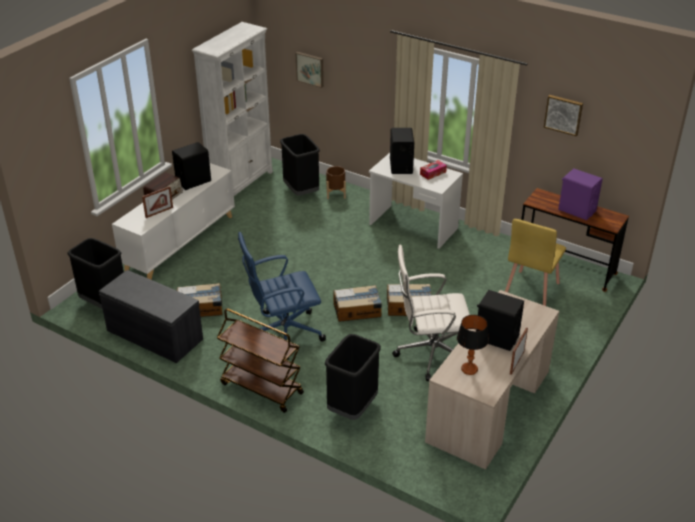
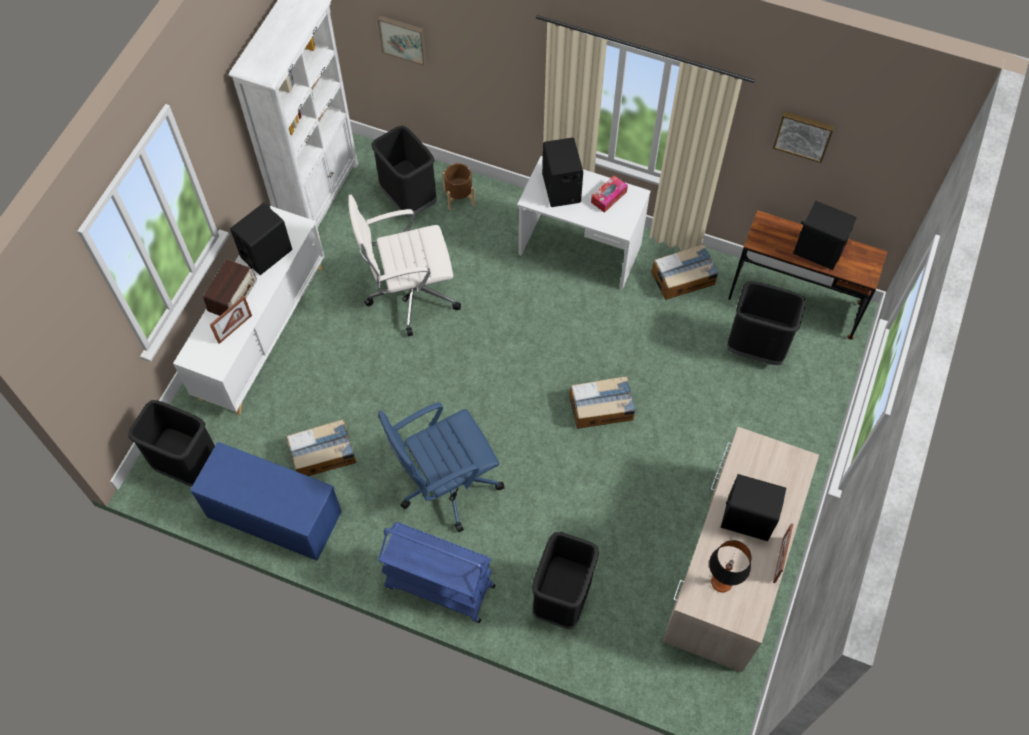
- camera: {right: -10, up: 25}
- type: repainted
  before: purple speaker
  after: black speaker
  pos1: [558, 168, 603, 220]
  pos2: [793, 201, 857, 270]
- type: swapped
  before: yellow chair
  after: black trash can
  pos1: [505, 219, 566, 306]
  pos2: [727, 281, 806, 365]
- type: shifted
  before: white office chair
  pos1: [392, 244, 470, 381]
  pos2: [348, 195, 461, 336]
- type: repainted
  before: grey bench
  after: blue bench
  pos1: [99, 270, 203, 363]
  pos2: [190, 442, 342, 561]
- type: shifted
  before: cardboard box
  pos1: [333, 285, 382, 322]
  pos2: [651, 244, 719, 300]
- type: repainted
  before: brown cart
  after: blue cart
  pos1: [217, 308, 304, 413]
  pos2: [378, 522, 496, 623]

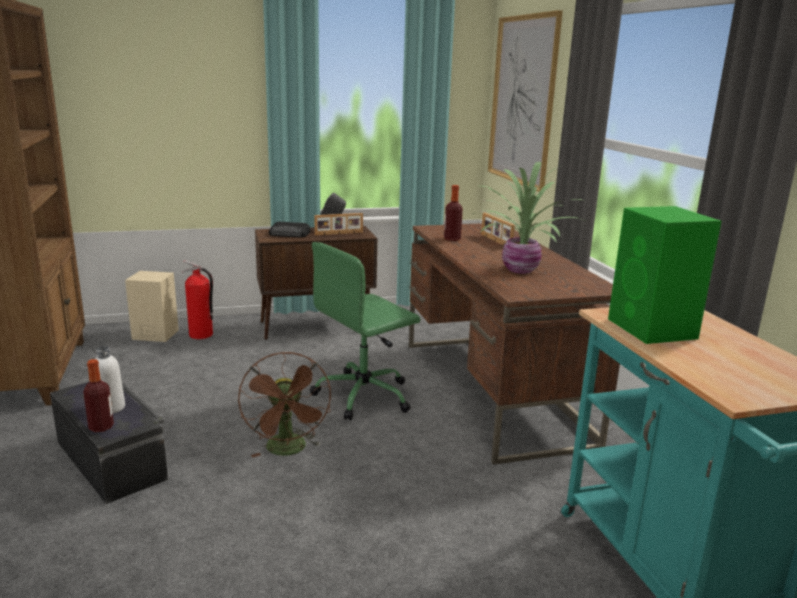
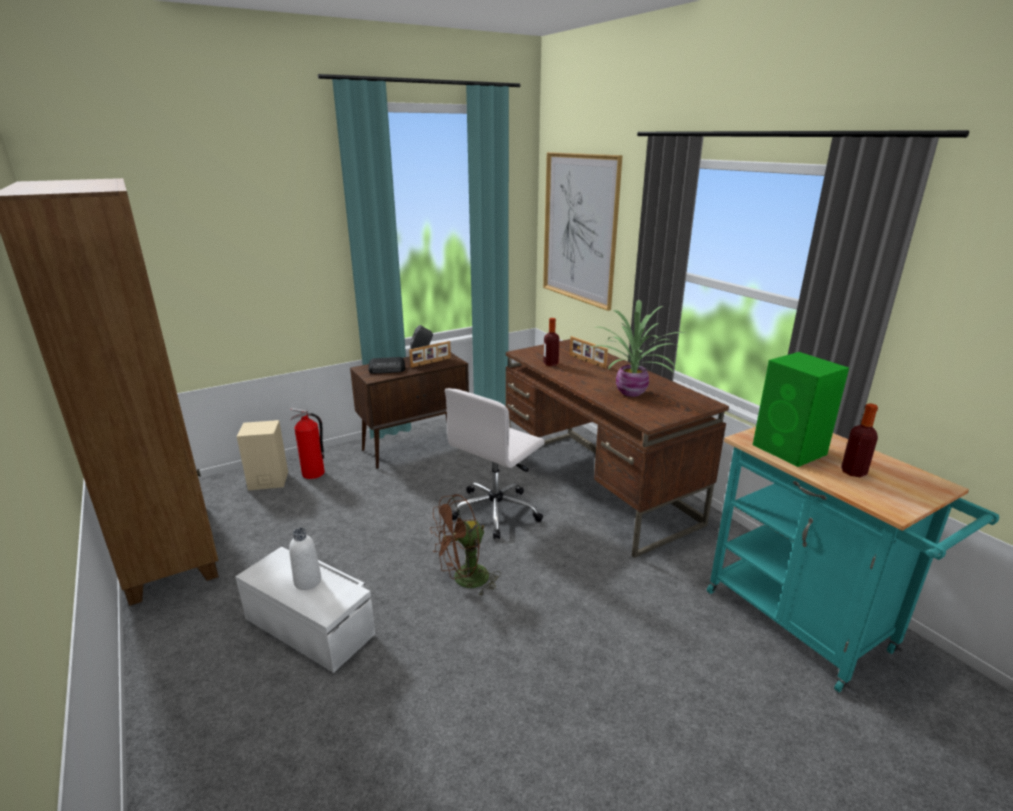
- camera: {right: -15, up: 5}
- type: repainted
  before: green office chair
  after: white office chair
  pos1: [310, 242, 420, 420]
  pos2: [445, 388, 545, 539]
- type: rotated
  before: brown fan
  pos1: [238, 352, 331, 457]
  pos2: [430, 494, 501, 597]
  turn: 90
- type: shifted
  before: bottle
  pos1: [83, 359, 114, 432]
  pos2: [841, 403, 878, 477]
- type: repainted
  before: black storage box
  after: white storage box
  pos1: [50, 382, 168, 504]
  pos2: [235, 547, 375, 673]

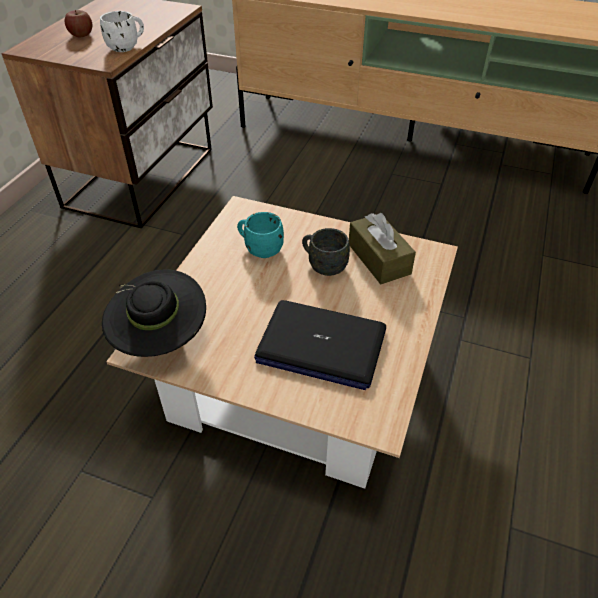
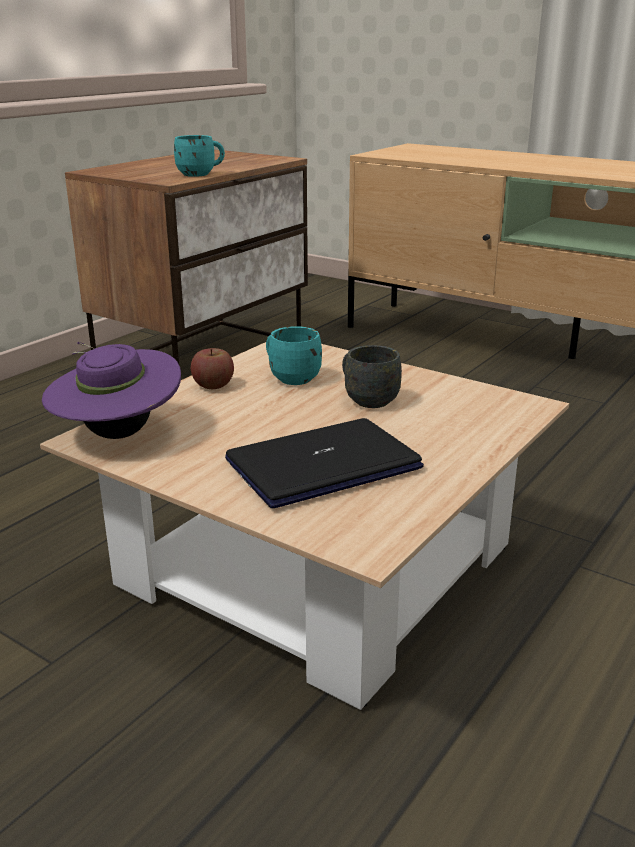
- camera: {right: 15, up: -20}
- type: shifted
  before: apple
  pos1: [64, 10, 92, 37]
  pos2: [191, 348, 234, 389]
- type: repainted
  before: white mug
  after: turquoise mug
  pos1: [100, 11, 144, 52]
  pos2: [174, 135, 225, 177]
- type: gone
  before: brown tissue box
  pos1: [349, 213, 416, 284]
- type: repainted
  before: black hat
  after: purple hat
  pos1: [102, 270, 206, 357]
  pos2: [42, 342, 181, 439]
- type: rotated
  before: laptop
  pos1: [254, 300, 386, 390]
  pos2: [225, 418, 424, 508]
  turn: 120

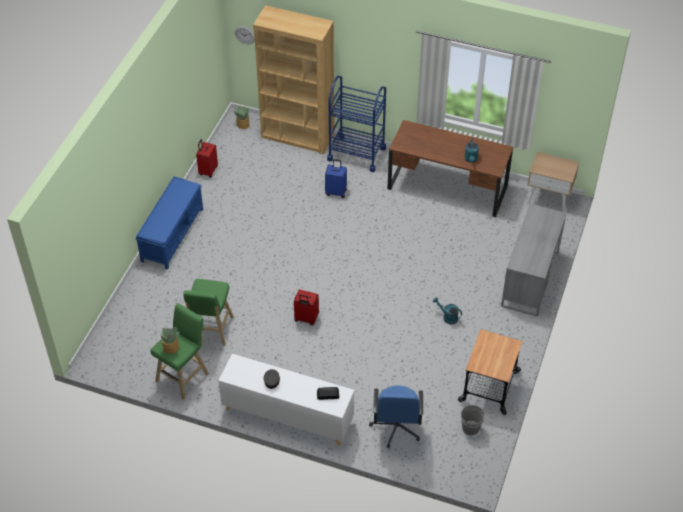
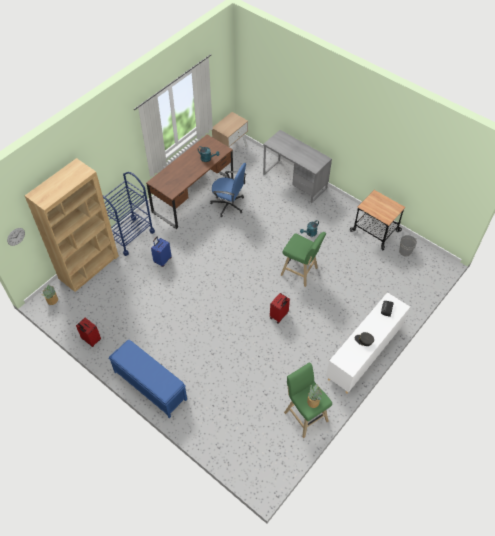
- camera: {right: -70, up: 5}
- type: shifted
  before: green stool
  pos1: [183, 279, 234, 346]
  pos2: [281, 232, 326, 287]
- type: shifted
  before: blue office chair
  pos1: [369, 385, 423, 448]
  pos2: [210, 163, 246, 217]

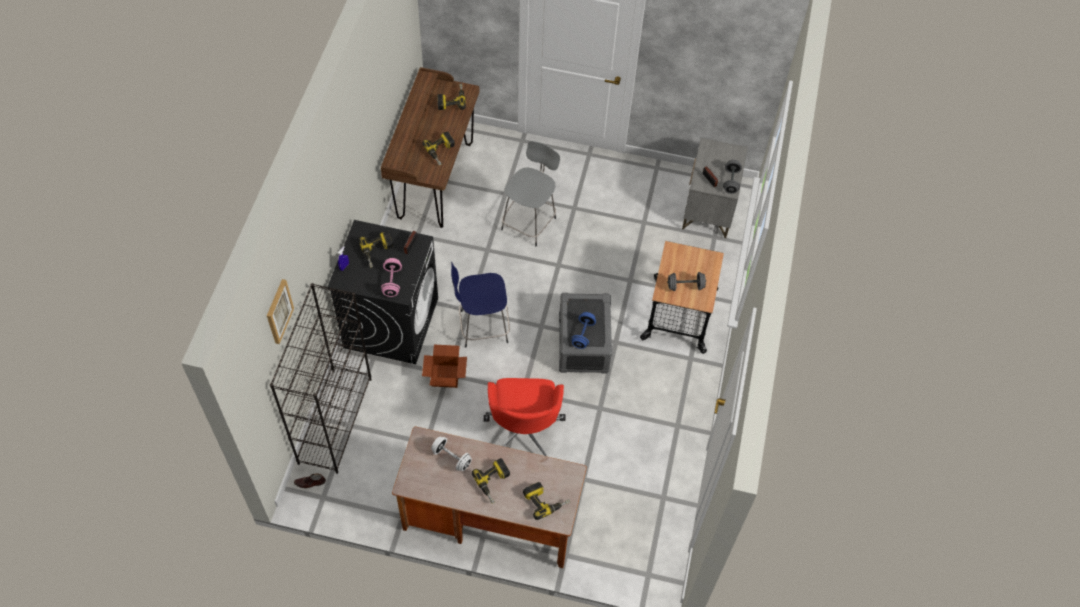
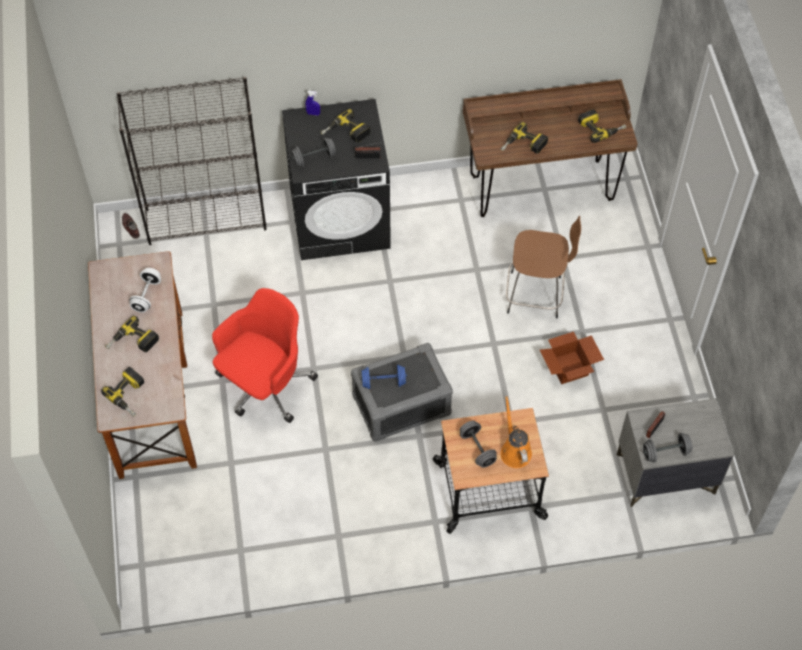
- camera: {right: 70, up: 0}
- type: repainted
  before: grey stool
  after: brown stool
  pos1: [501, 141, 560, 247]
  pos2: [506, 215, 581, 319]
- type: repainted
  before: pink dumbbell
  after: grey dumbbell
  pos1: [381, 258, 402, 297]
  pos2: [291, 138, 336, 167]
- type: gone
  before: blue stool
  pos1: [451, 262, 510, 347]
- type: gone
  before: picture
  pos1: [267, 279, 294, 344]
- type: shifted
  before: cardboard box
  pos1: [422, 345, 467, 388]
  pos2: [540, 332, 604, 384]
- type: rotated
  before: red office chair
  pos1: [484, 378, 565, 457]
  pos2: [212, 288, 318, 423]
  turn: 150
- type: new
  after: orange watering can
  pos2: [500, 396, 532, 468]

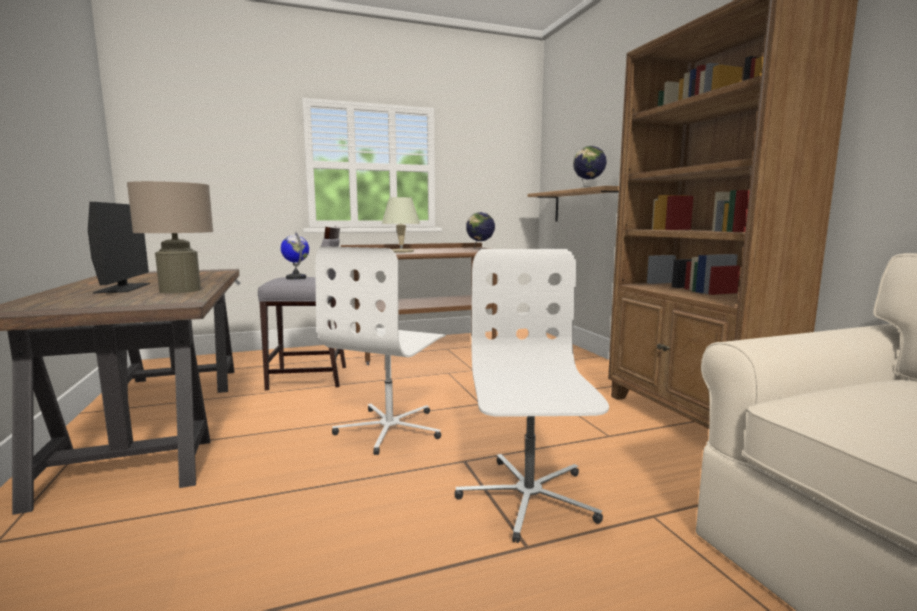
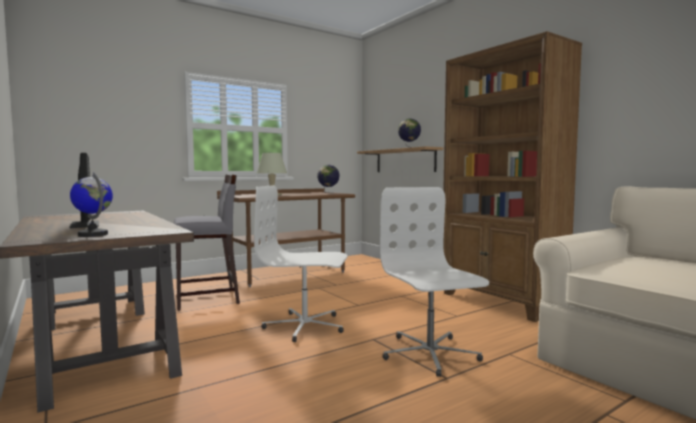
- camera: {right: -15, up: -5}
- type: gone
  before: beige table lamp
  pos1: [127, 181, 213, 294]
- type: shifted
  before: globe
  pos1: [281, 232, 309, 279]
  pos2: [70, 172, 113, 237]
- type: rotated
  before: white office chair
  pos1: [315, 246, 446, 455]
  pos2: [254, 185, 348, 342]
  turn: 90

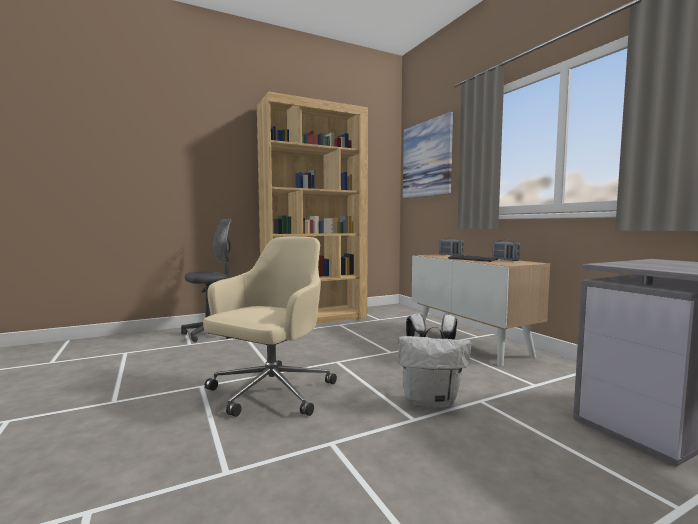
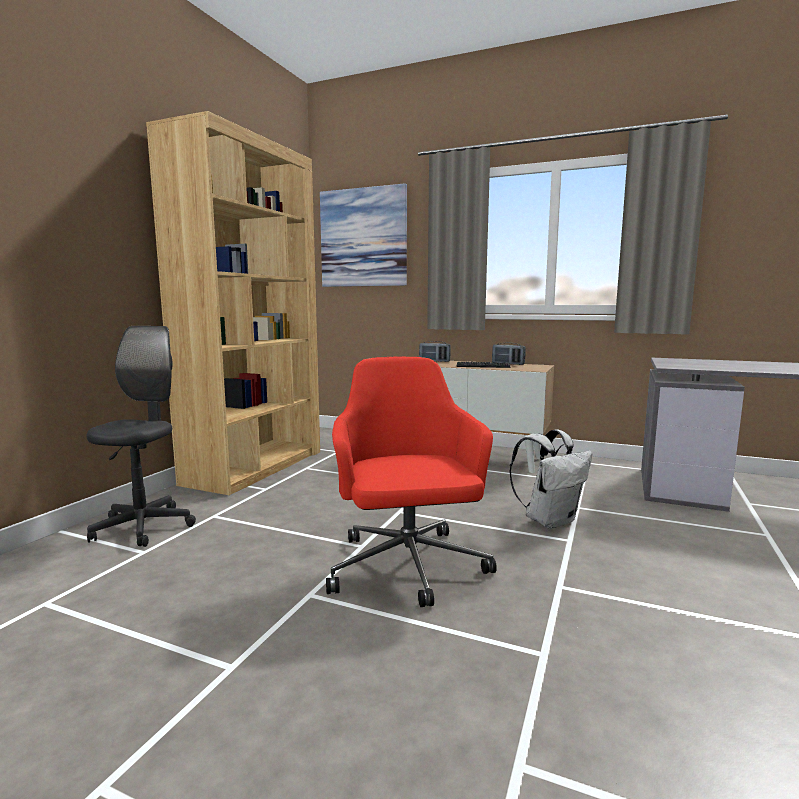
- camera: {right: -40, up: 5}
- type: repainted
  before: beige office chair
  after: red office chair
  pos1: [203, 237, 337, 417]
  pos2: [326, 356, 497, 607]

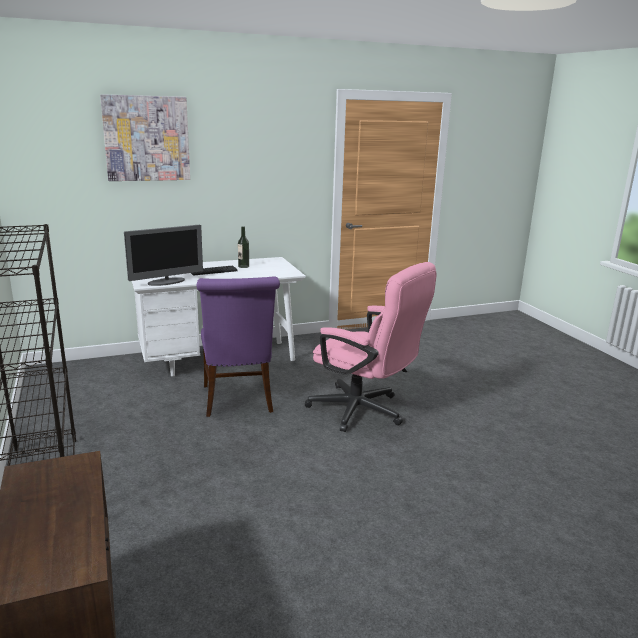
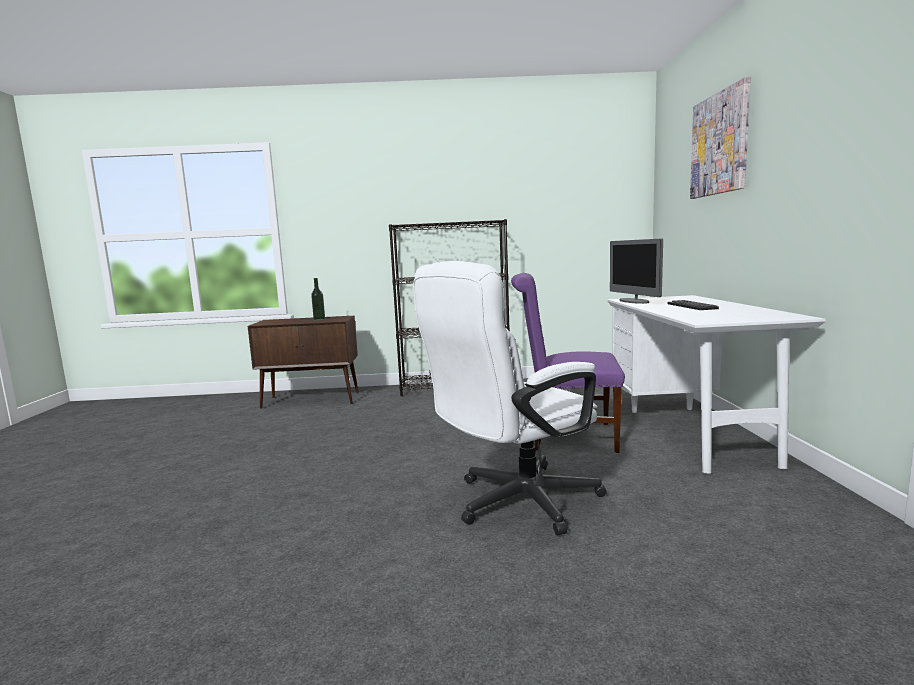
- camera: {right: 110, up: -10}
- type: shifted
  before: bottle
  pos1: [238, 226, 249, 268]
  pos2: [311, 278, 325, 321]
- type: repainted
  before: pink office chair
  after: white office chair
  pos1: [305, 262, 437, 432]
  pos2: [413, 261, 607, 536]

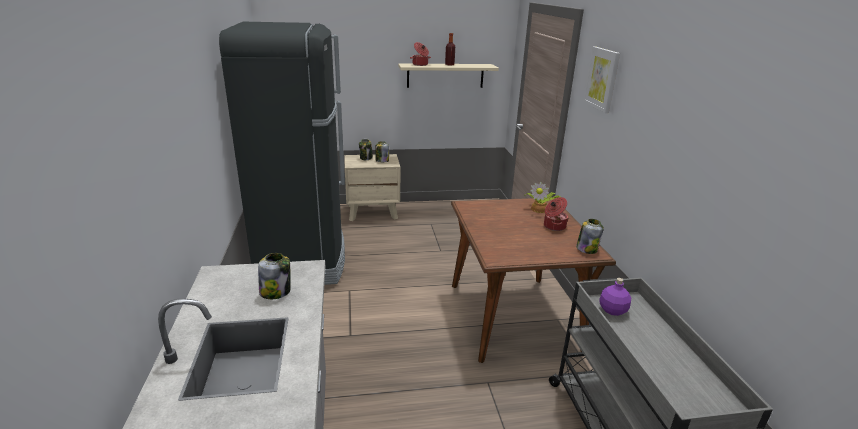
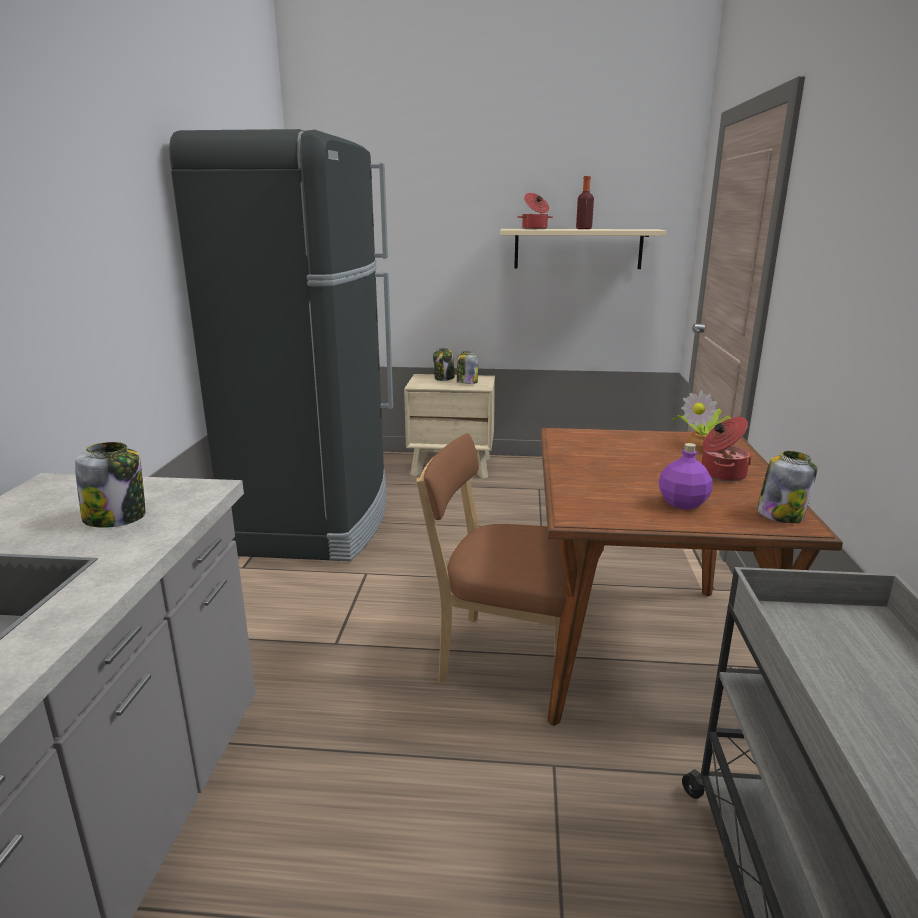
- camera: {right: 15, up: -5}
- type: gone
  before: picture
  pos1: [583, 47, 620, 113]
- type: shifted
  before: purple bottle
  pos1: [599, 278, 631, 316]
  pos2: [659, 443, 712, 510]
- type: new
  after: brown chair
  pos2: [416, 433, 583, 710]

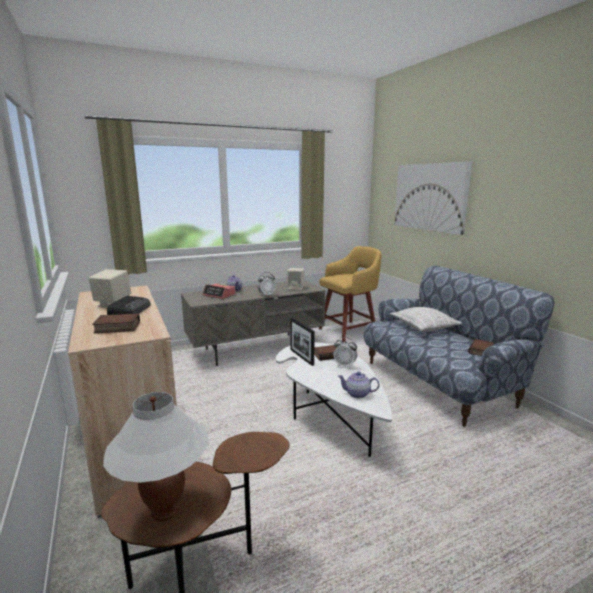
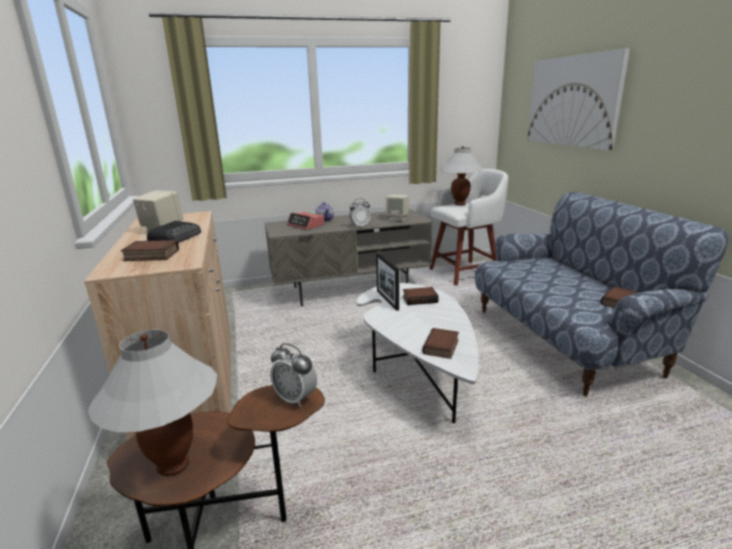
- camera: {right: 10, up: 5}
- type: repainted
  before: yellow stool
  after: white stool
  pos1: [319, 246, 382, 342]
  pos2: [429, 169, 508, 286]
- type: gone
  before: pillow
  pos1: [390, 307, 462, 332]
- type: shifted
  before: alarm clock
  pos1: [333, 337, 357, 368]
  pos2: [270, 343, 317, 407]
- type: swapped
  before: teapot
  after: book
  pos1: [338, 372, 380, 398]
  pos2: [422, 328, 459, 359]
- type: new
  after: white table lamp
  pos2: [440, 146, 483, 205]

